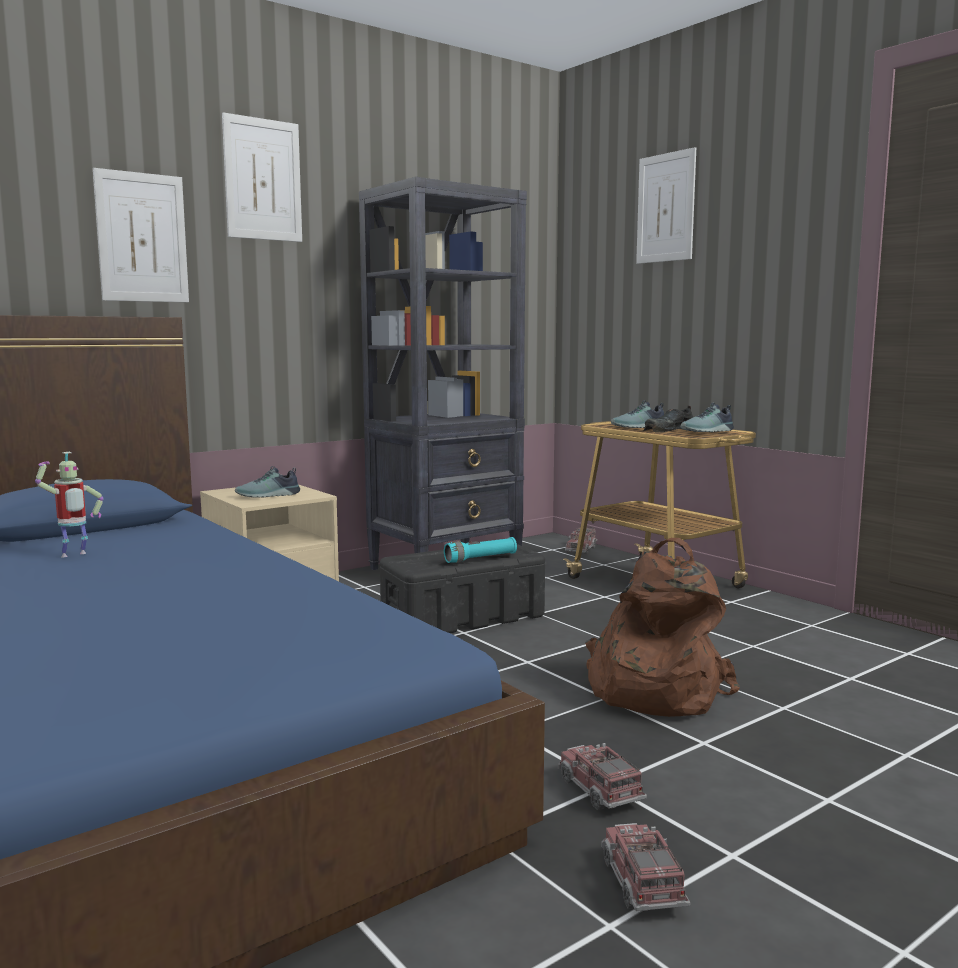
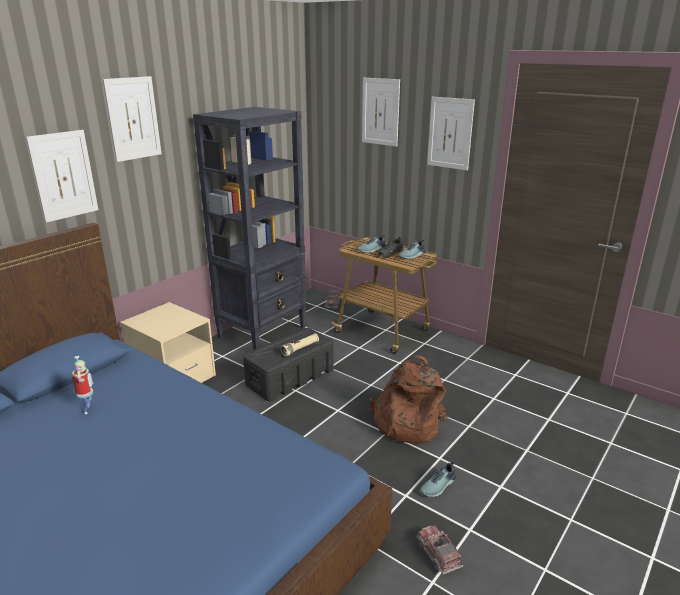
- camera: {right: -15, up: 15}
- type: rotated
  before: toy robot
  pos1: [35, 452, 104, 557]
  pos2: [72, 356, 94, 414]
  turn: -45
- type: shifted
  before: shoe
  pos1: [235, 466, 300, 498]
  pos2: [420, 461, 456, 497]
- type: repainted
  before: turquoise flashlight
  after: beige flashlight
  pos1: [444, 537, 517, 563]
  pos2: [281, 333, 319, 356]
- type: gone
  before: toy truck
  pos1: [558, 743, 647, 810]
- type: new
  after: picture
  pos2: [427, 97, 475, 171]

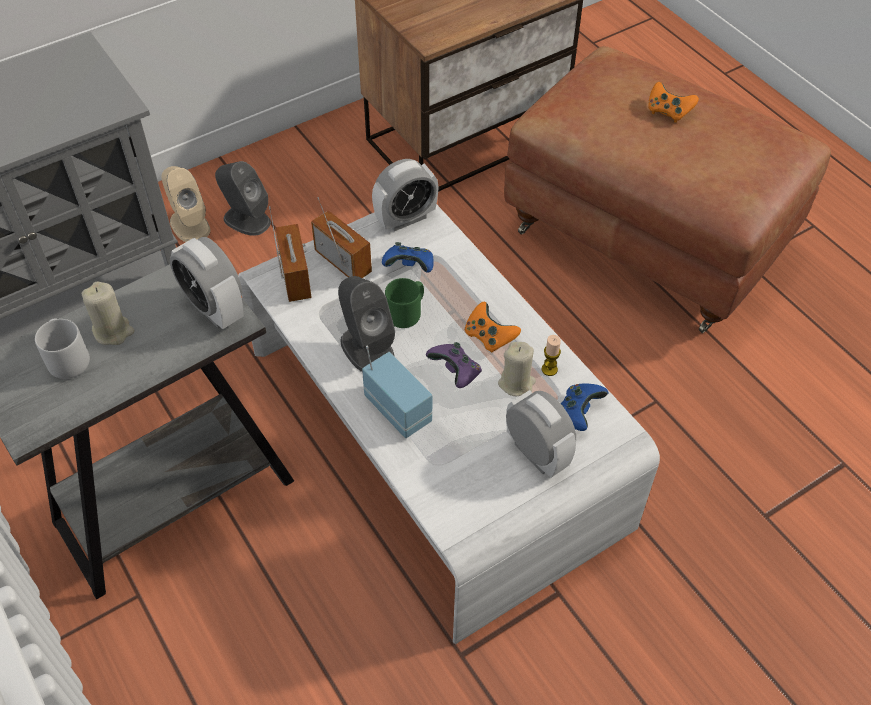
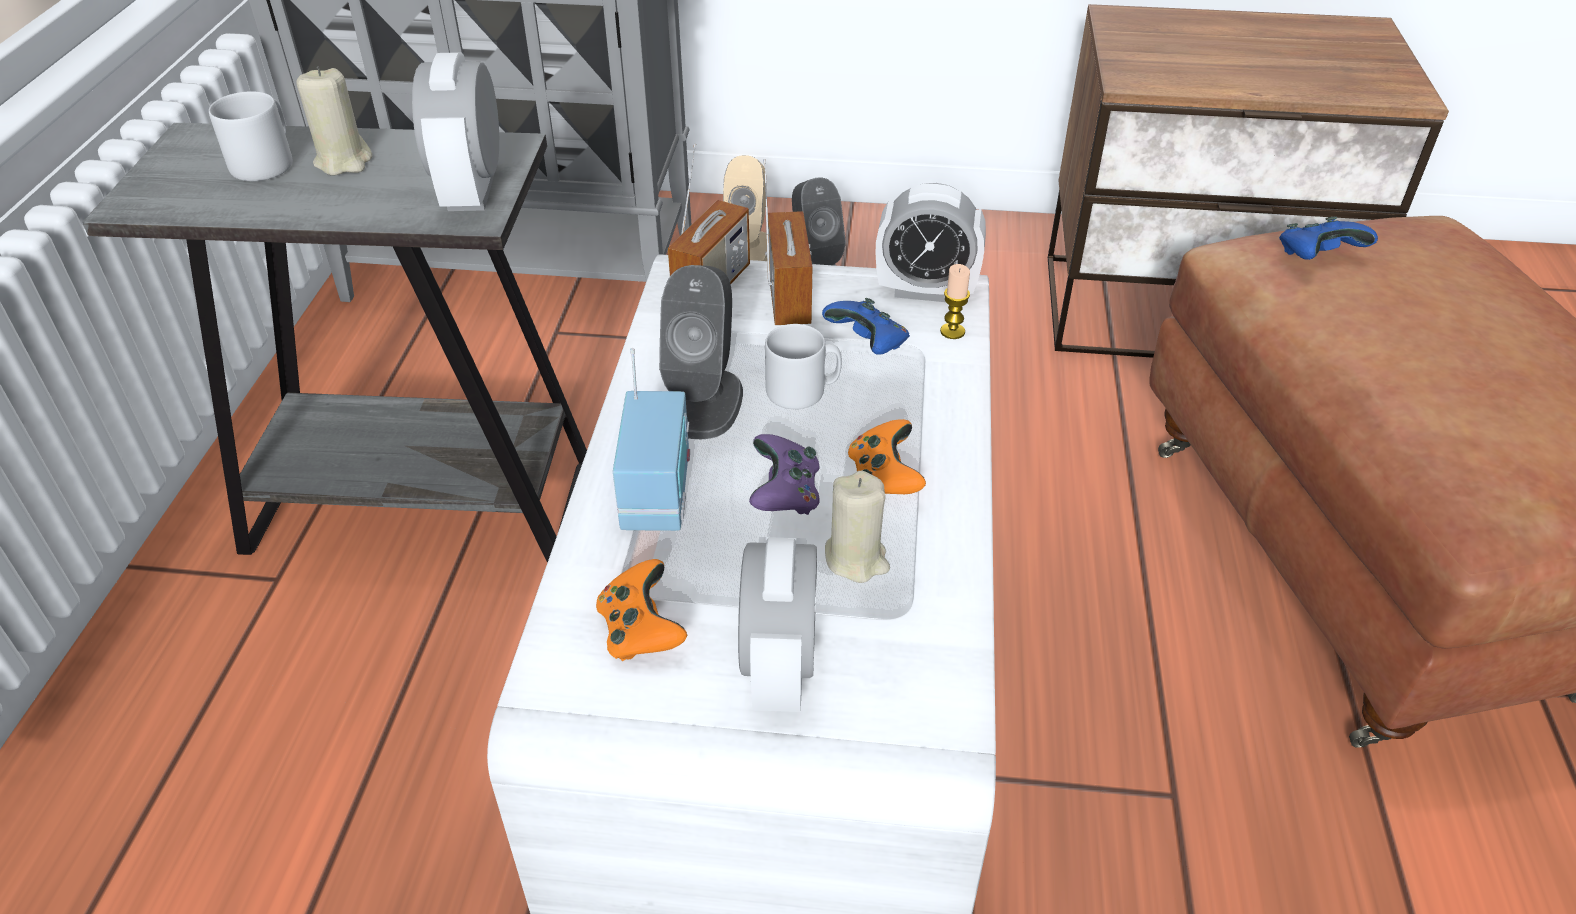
- camera: {right: 40, up: -10}
- type: shifted
  before: orange game controller
  pos1: [648, 82, 699, 123]
  pos2: [596, 559, 687, 661]
- type: repainted
  before: green mug
  after: grey mug
  pos1: [385, 278, 424, 328]
  pos2: [765, 324, 842, 409]
- type: shifted
  before: candle
  pos1: [542, 335, 561, 376]
  pos2: [940, 264, 970, 339]
- type: shifted
  before: blue game controller
  pos1: [561, 383, 608, 431]
  pos2: [1279, 217, 1378, 260]

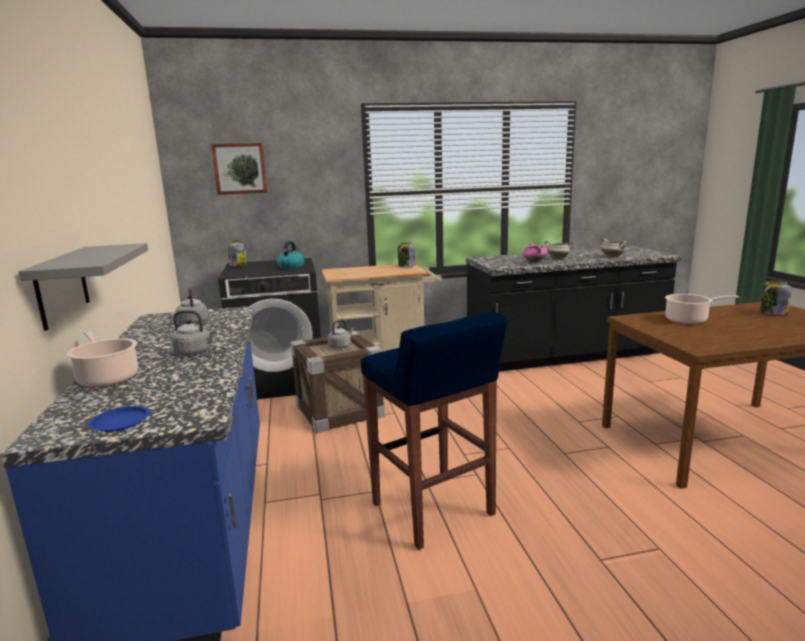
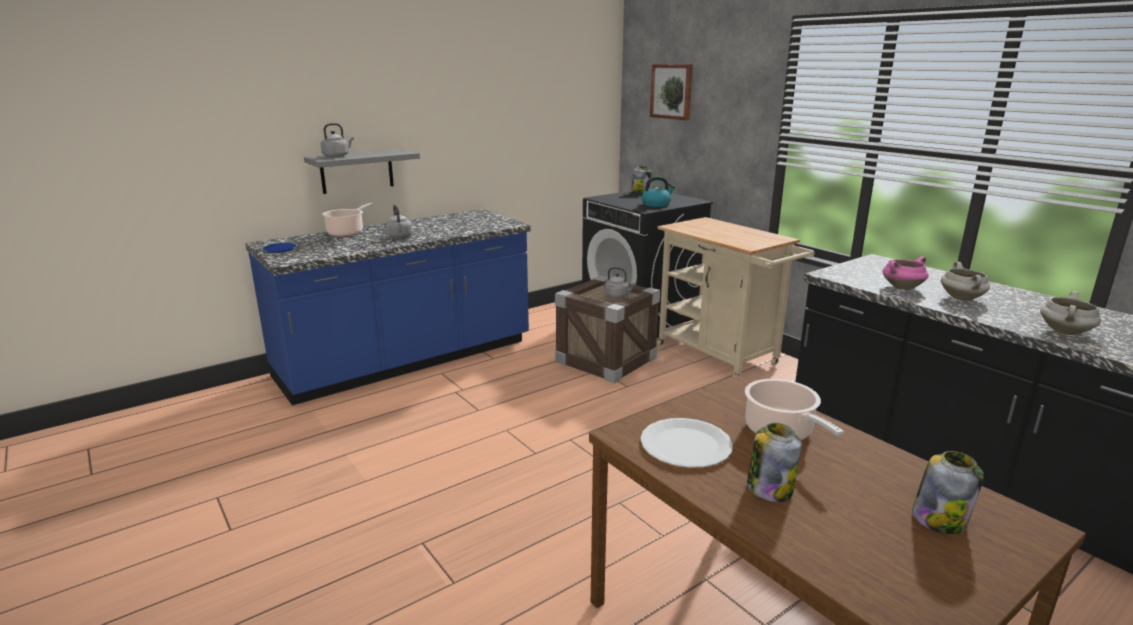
- camera: {right: 65, up: 5}
- type: shifted
  before: jar
  pos1: [398, 242, 416, 267]
  pos2: [747, 423, 802, 502]
- type: shifted
  before: grey kettle
  pos1: [175, 287, 208, 325]
  pos2: [321, 123, 354, 157]
- type: gone
  before: blue stool
  pos1: [361, 312, 507, 550]
- type: new
  after: white plate
  pos2: [640, 418, 733, 468]

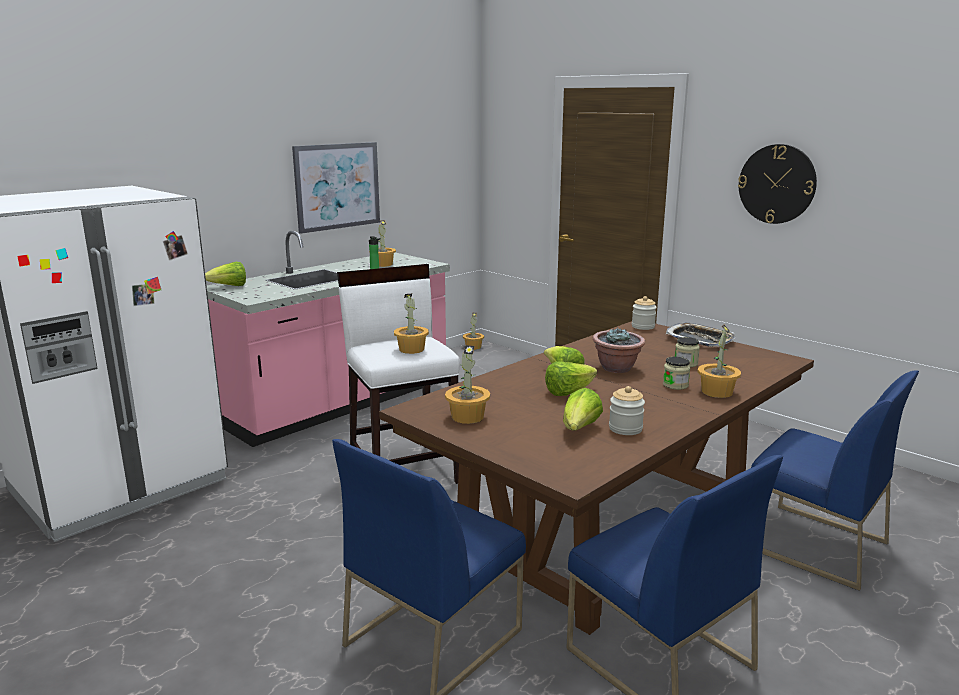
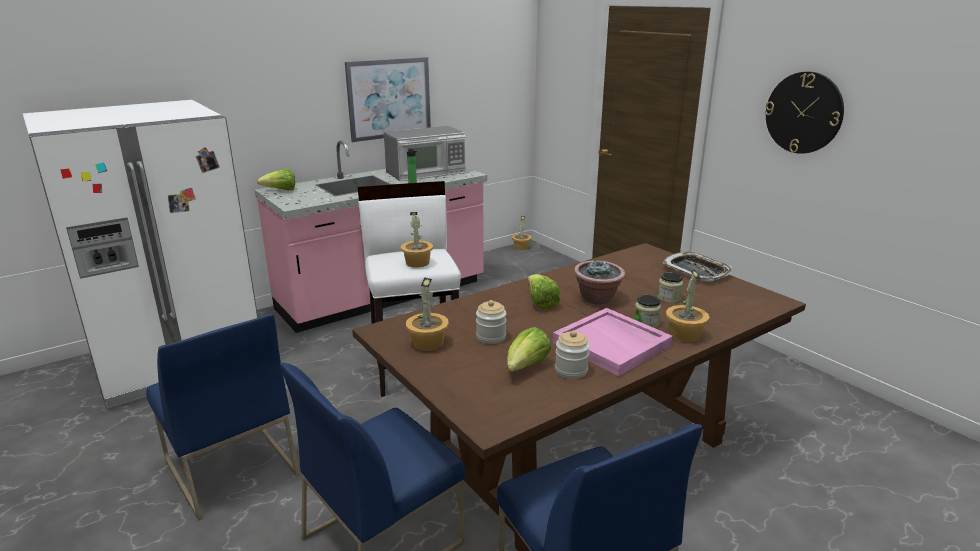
- camera: {right: 10, up: 5}
- type: swapped
  before: potted plant
  after: microwave
  pos1: [369, 220, 396, 267]
  pos2: [384, 126, 466, 181]
- type: shifted
  before: jar
  pos1: [632, 296, 657, 330]
  pos2: [476, 300, 506, 344]
- type: gone
  before: lettuce
  pos1: [545, 361, 597, 396]
- type: shifted
  before: blue chair
  pos1: [751, 370, 919, 591]
  pos2: [146, 314, 300, 521]
- type: new
  after: pink tray
  pos2: [552, 308, 673, 376]

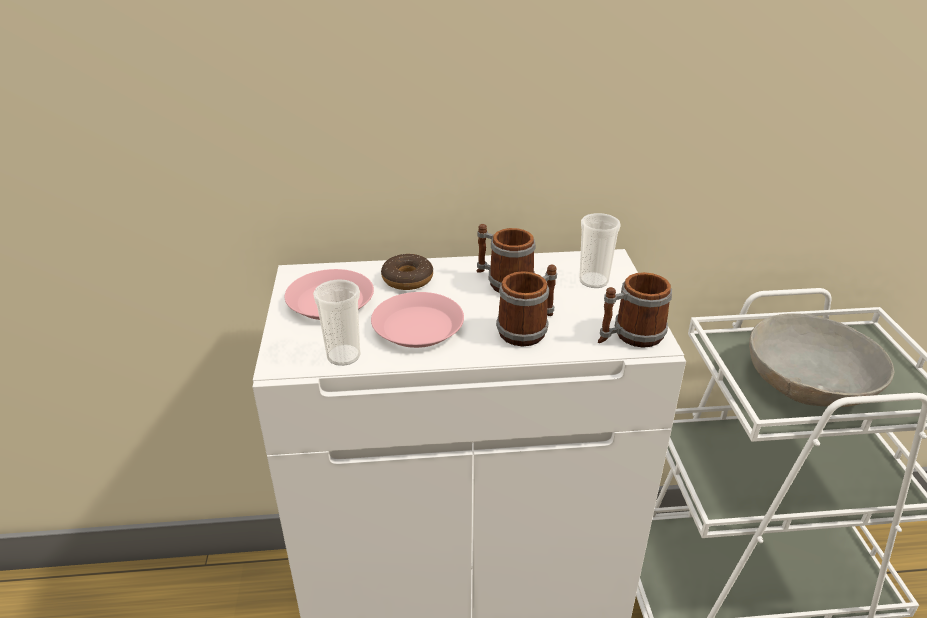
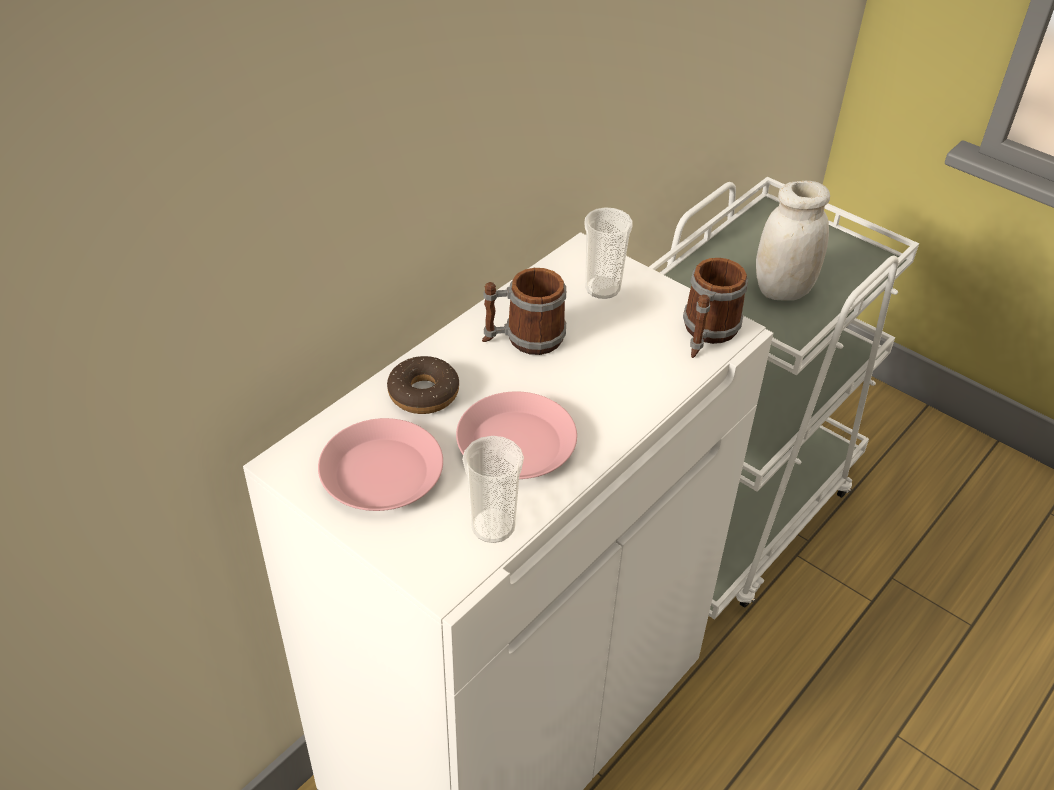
- camera: {right: -45, up: 10}
- type: gone
  before: mug
  pos1: [496, 264, 557, 346]
- type: swapped
  before: grey bowl
  after: white jar
  pos1: [749, 313, 894, 407]
  pos2: [756, 181, 830, 301]

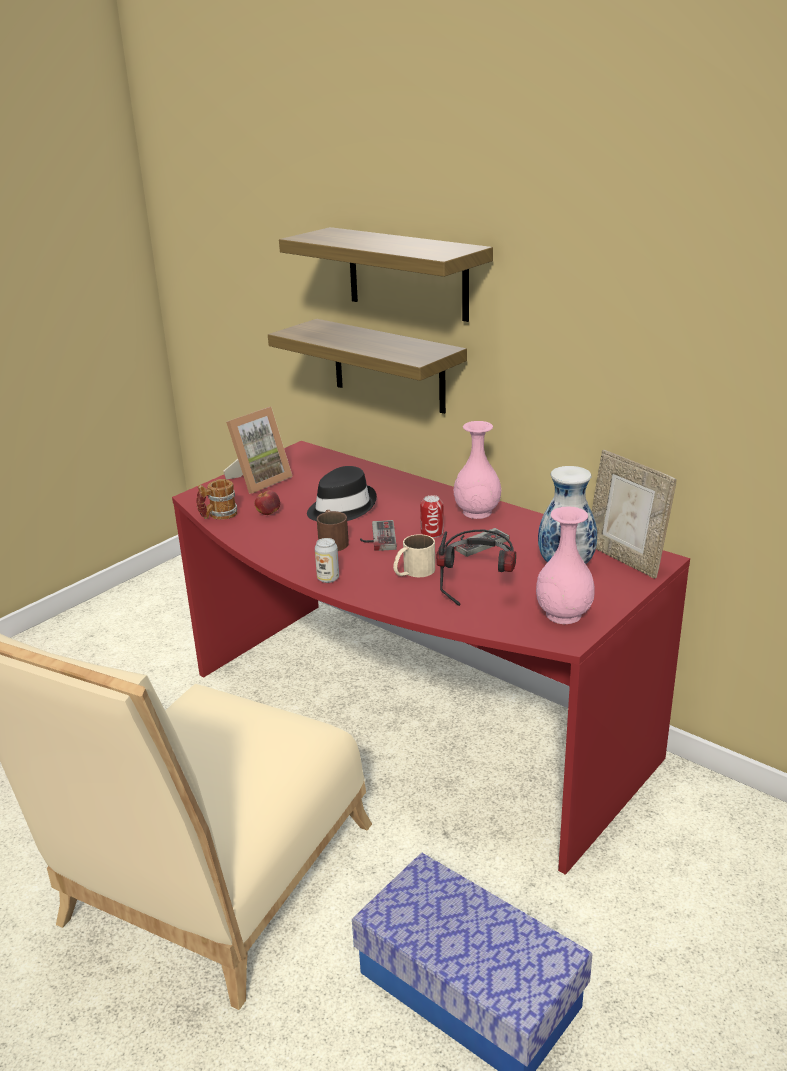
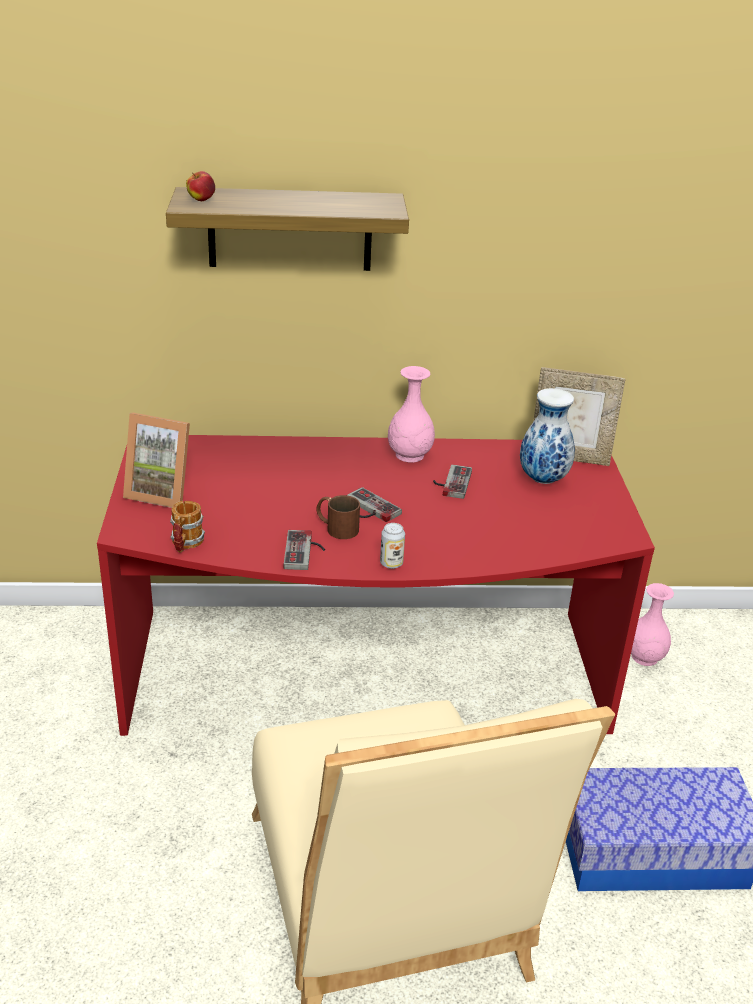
- camera: {right: -45, up: 5}
- type: gone
  before: shelf
  pos1: [268, 319, 467, 414]
- type: rotated
  before: picture frame
  pos1: [223, 407, 293, 494]
  pos2: [123, 413, 190, 508]
  turn: 105
- type: gone
  before: black hat
  pos1: [307, 466, 377, 521]
- type: shifted
  before: apple
  pos1: [255, 490, 280, 515]
  pos2: [186, 171, 215, 201]
- type: gone
  before: can
  pos1: [420, 495, 444, 538]
- type: shifted
  before: pink vase
  pos1: [536, 507, 595, 624]
  pos2: [631, 583, 674, 666]
- type: gone
  before: headphones
  pos1: [437, 529, 516, 606]
- type: gone
  before: beige mug
  pos1: [393, 534, 435, 577]
- type: new
  after: game controller
  pos2: [283, 530, 325, 570]

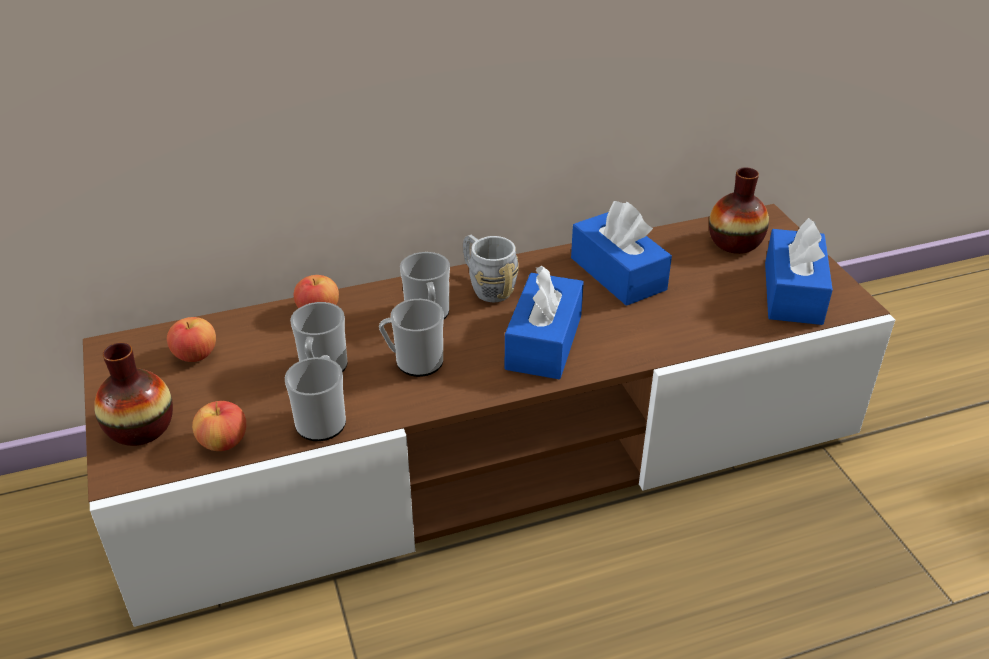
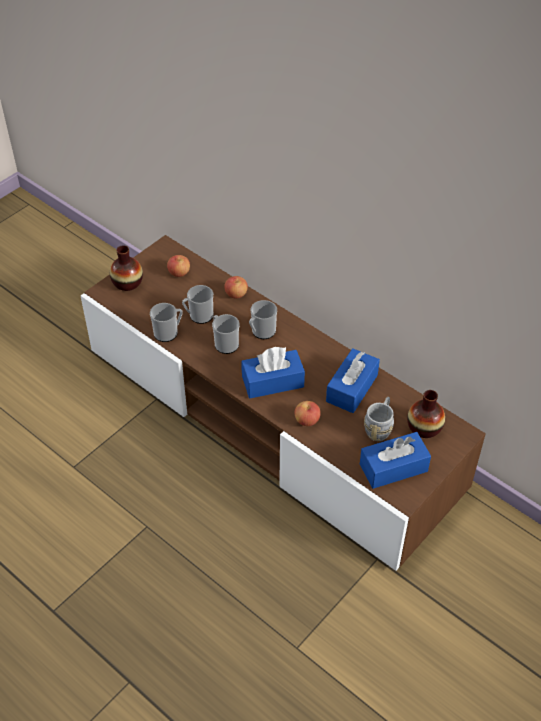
- camera: {right: 60, up: 10}
- type: shifted
  before: grey mug
  pos1: [463, 235, 519, 302]
  pos2: [364, 397, 394, 441]
- type: shifted
  before: apple
  pos1: [192, 401, 246, 451]
  pos2: [294, 401, 321, 426]

